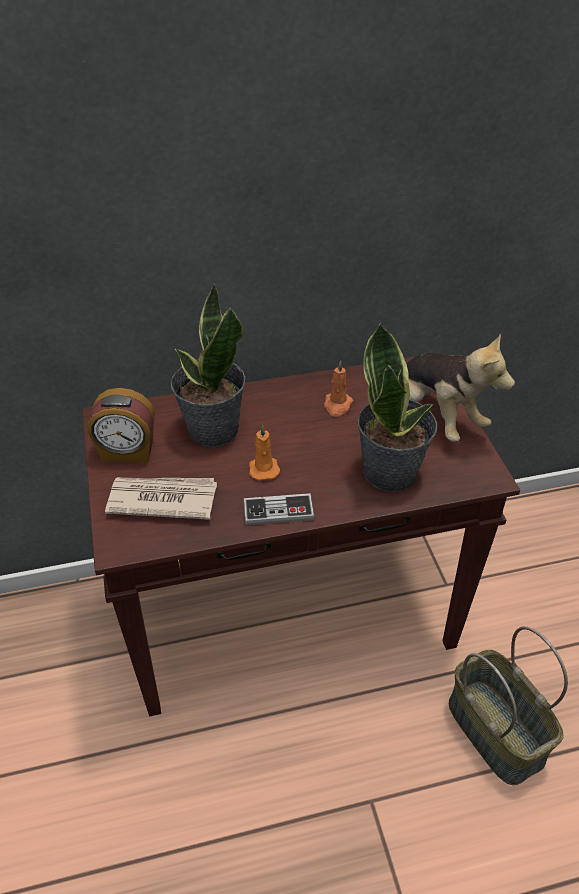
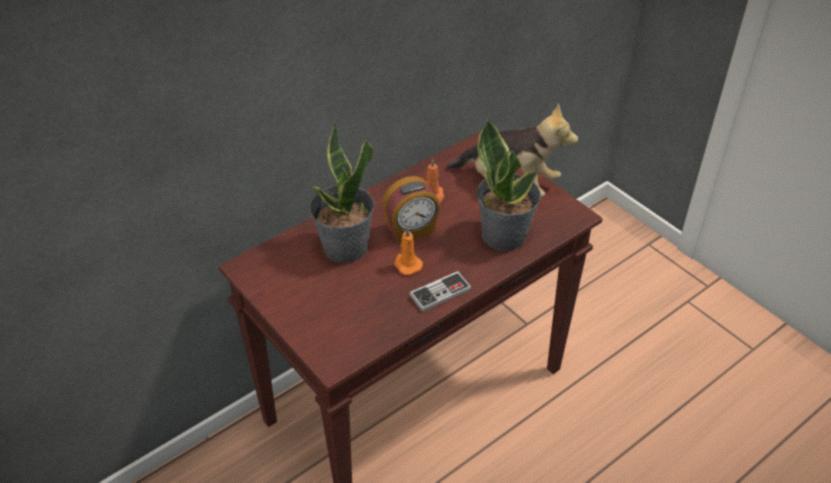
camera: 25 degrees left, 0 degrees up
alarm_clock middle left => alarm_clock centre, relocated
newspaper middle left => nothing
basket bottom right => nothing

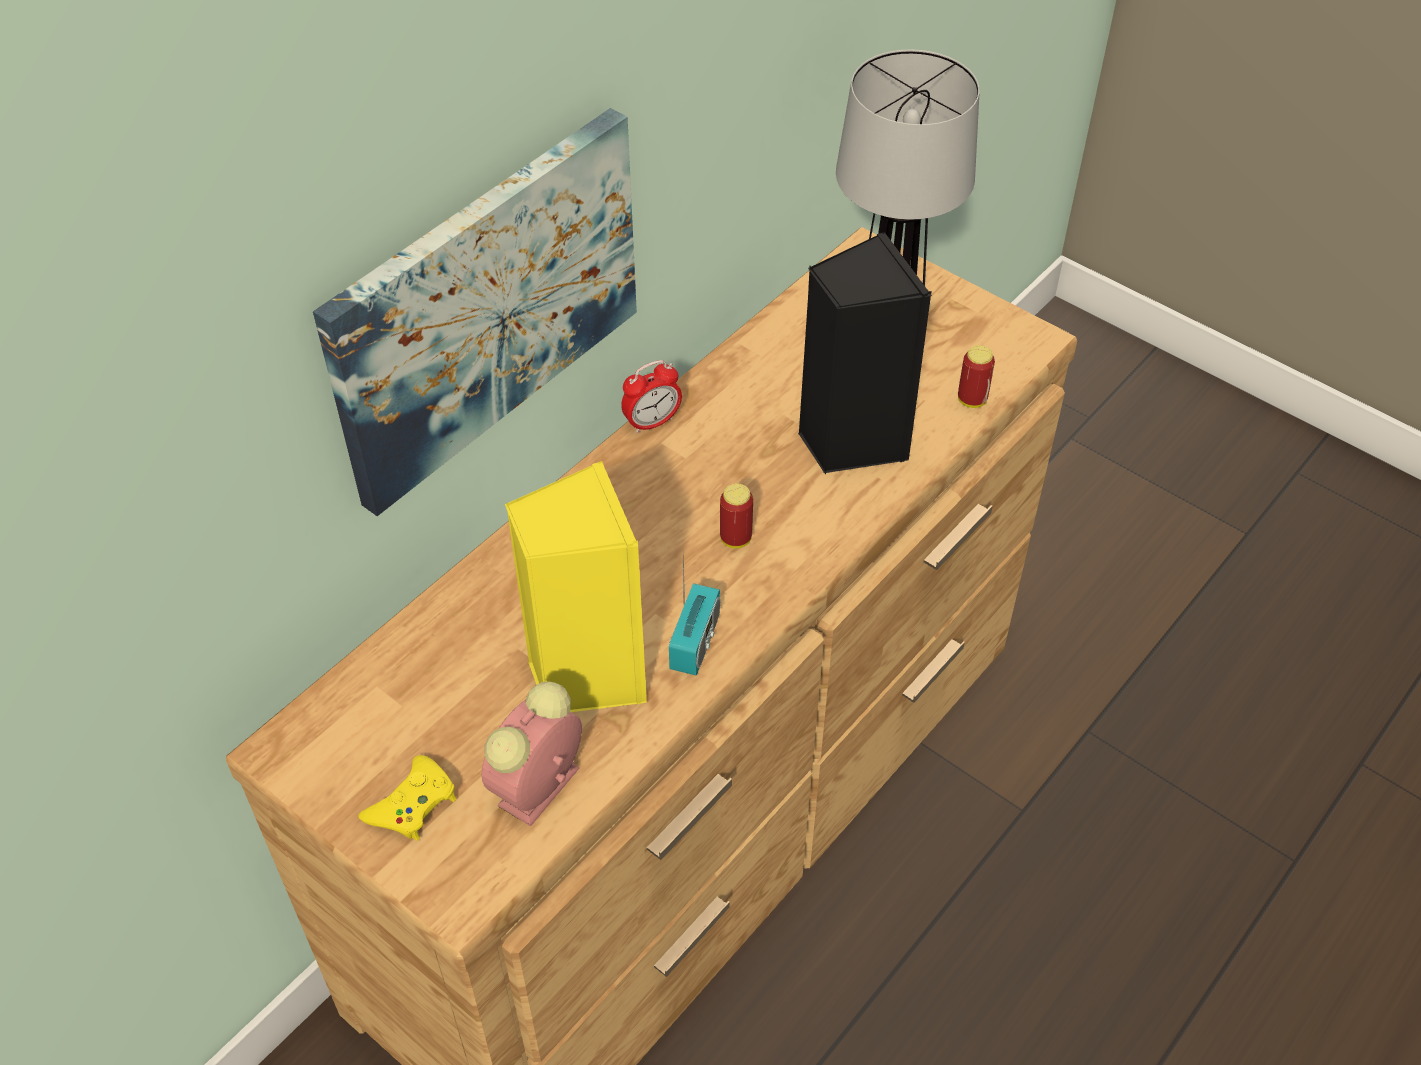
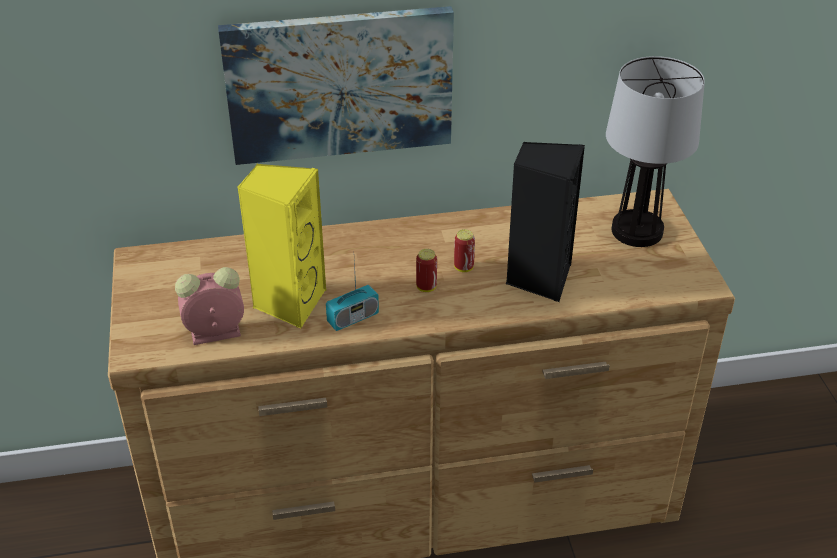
camera: 40 degrees right, 10 degrees down
can (no. 2 from left) middle right => can (no. 2 from left) centre, relocated
alarm_clock (no. 2 from left) centre => nothing
yellow_game_controller bottom left => nothing

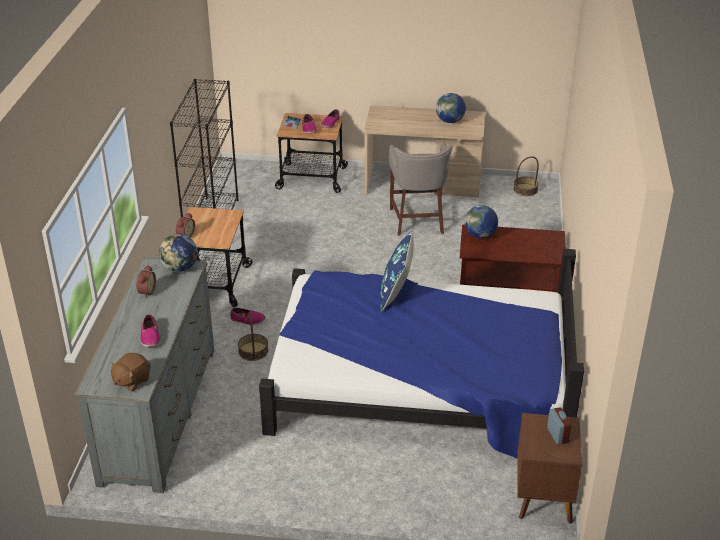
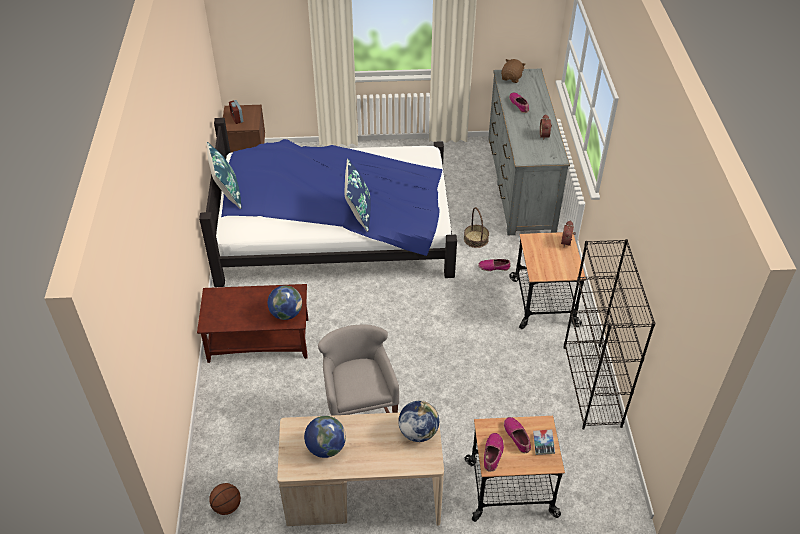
camera: 170 degrees right, 10 degrees up
basket (no. 2 from left) top right => basketball bottom left
globe (no. 1 from left in the first image) middle left => globe (no. 3 from left) bottom centre, relocated
nothing => blue_pillow (no. 1 from left) top left

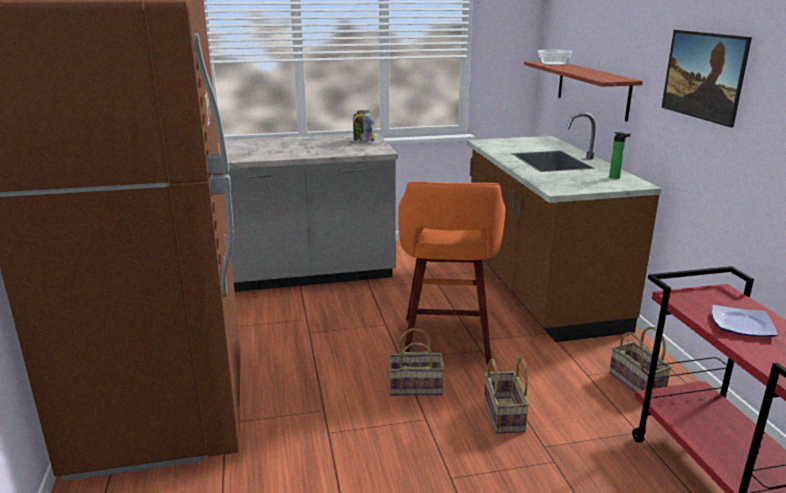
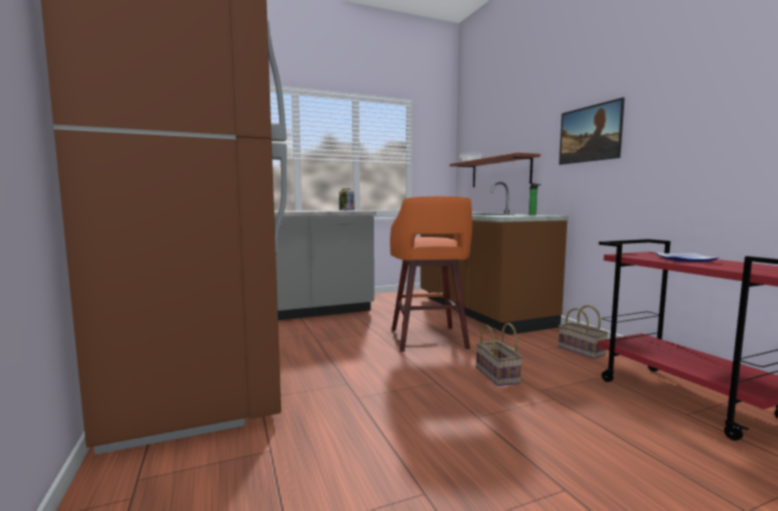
camera: 10 degrees left, 15 degrees down
basket (no. 1 from left) bottom centre => nothing

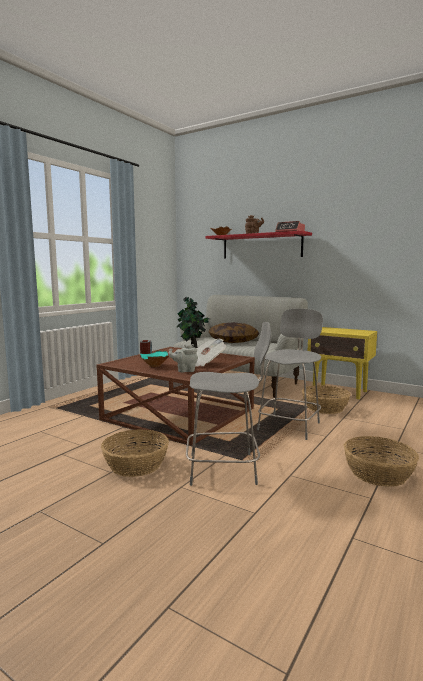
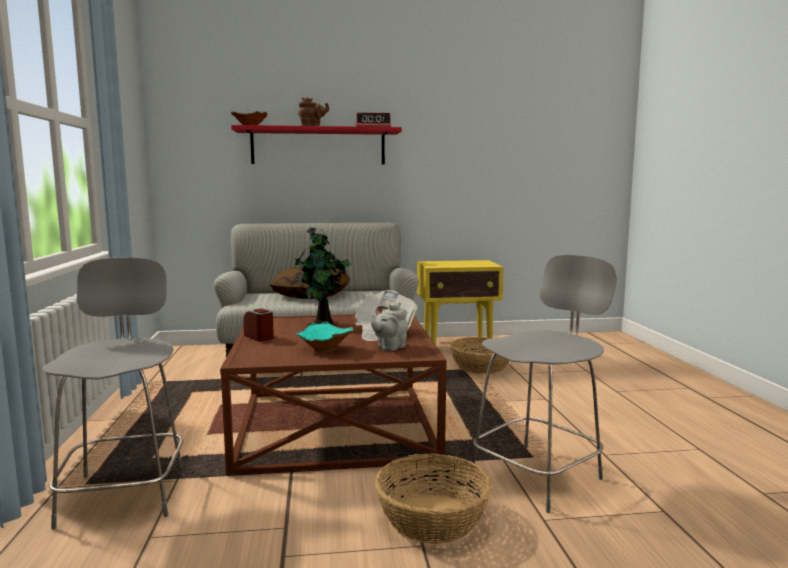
camera: 40 degrees left, 0 degrees up
grey_stool (no. 2 from left in the first image) middle right => grey_stool (no. 1 from left) bottom left, relocated
basket (no. 3 from left) bottom right => nothing

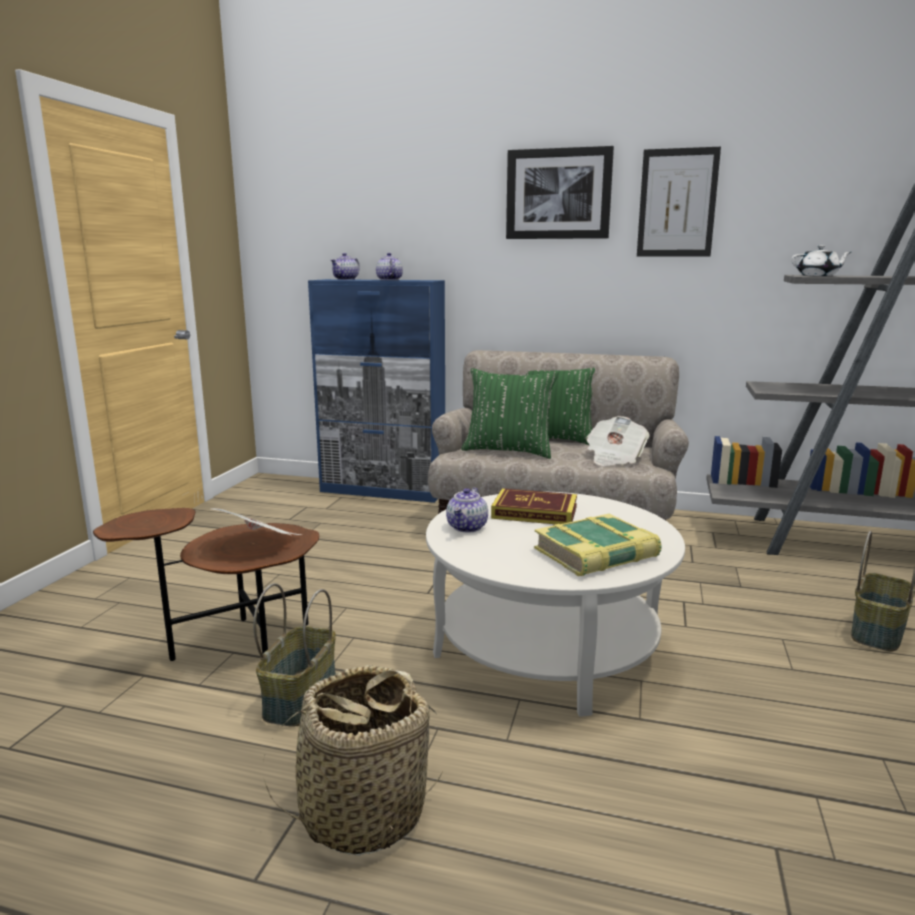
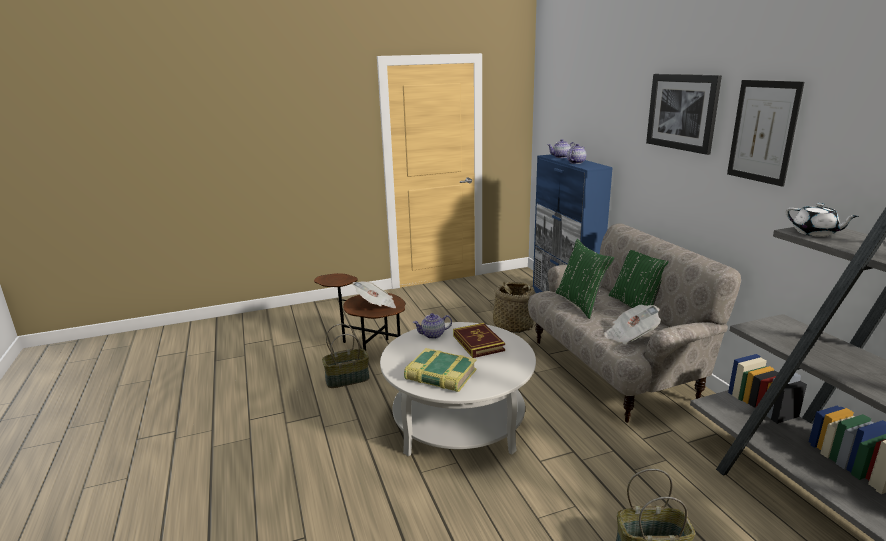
camera: 55 degrees right, 5 degrees up
basket (no. 2 from left) bottom centre => basket (no. 2 from left) centre, relocated

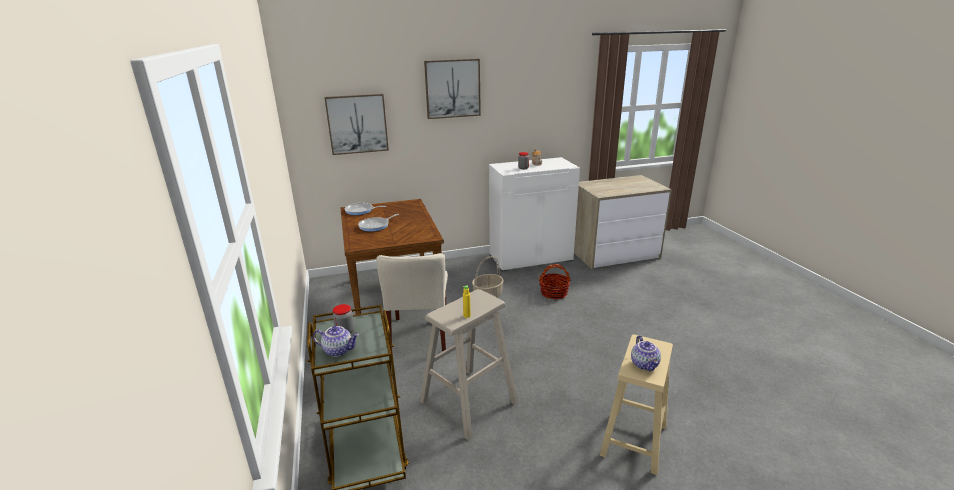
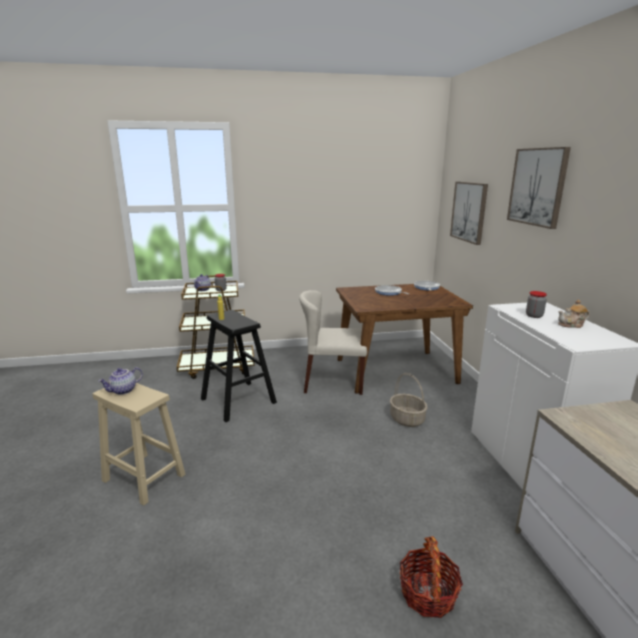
camera: 95 degrees right, 5 degrees down
basket (no. 2 from left) centre => basket (no. 2 from left) bottom right, relocated
beige_stool (no. 1 from left) bottom centre => black_stool centre
teapot (no. 3 from left in the first image) bottom right => teapot (no. 1 from left) middle left, 45 degrees counterclockwise

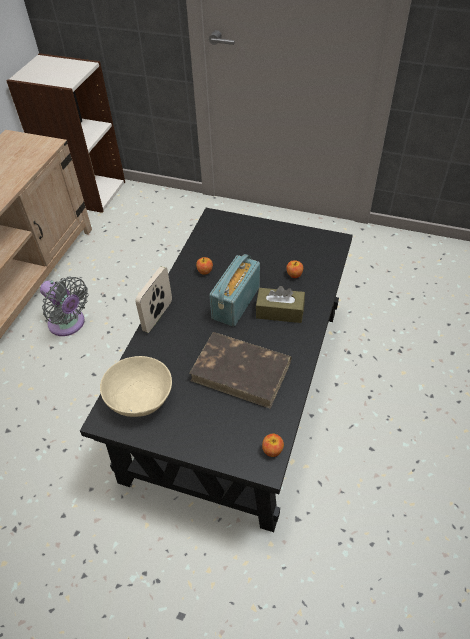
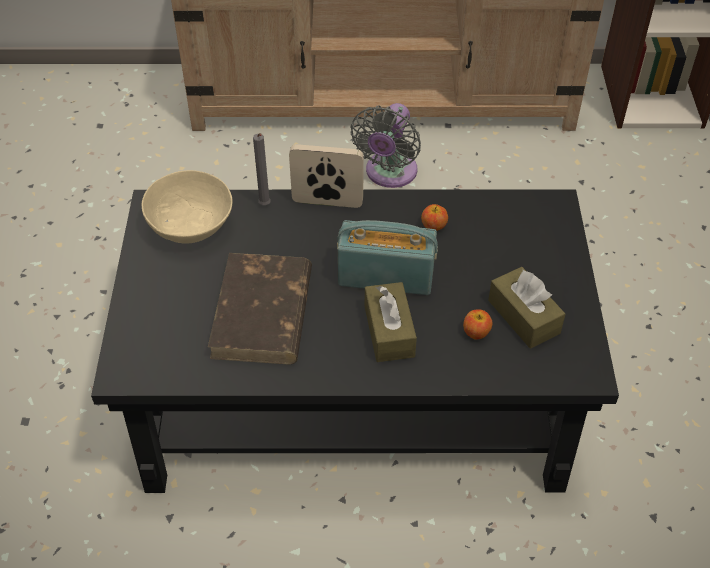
camera: 70 degrees right, 0 degrees up
apple (no. 2 from left) bottom centre => nothing
nothing => grey_candle top centre
nothing => brown_tissue_box (no. 2 from left) middle right

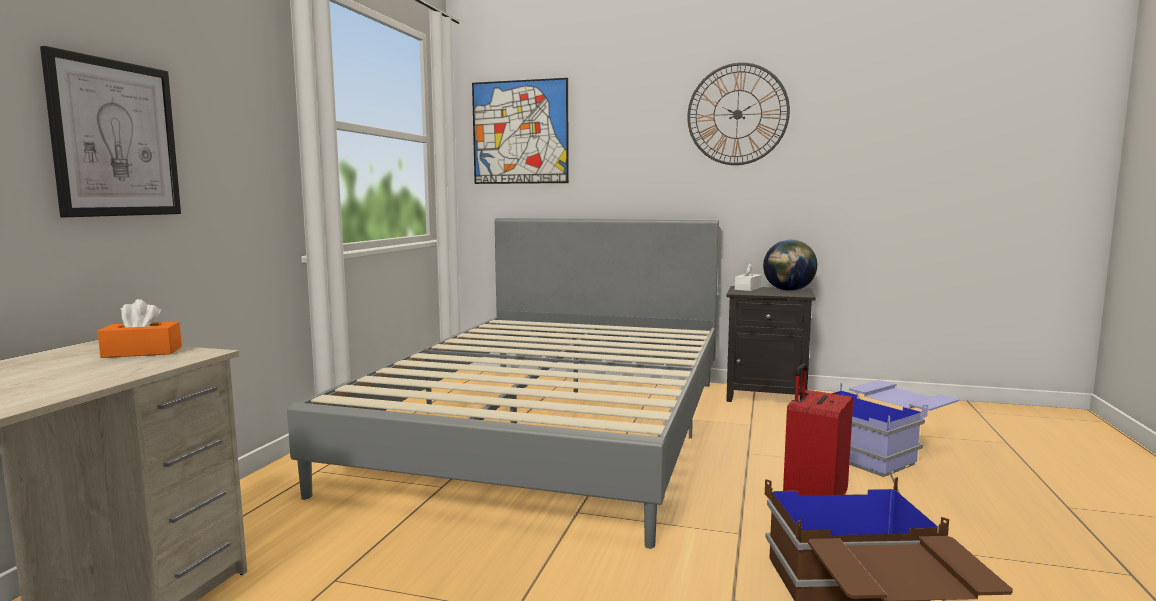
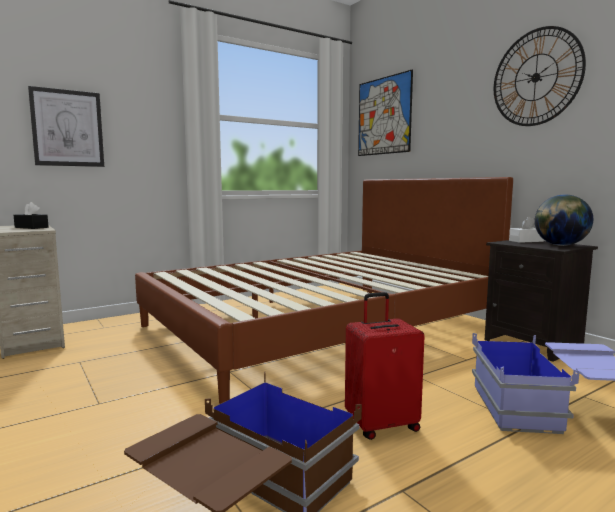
camera: 40 degrees right, 0 degrees up
grey_bed centre => brown_bed centre
orange_tissue_box middle left => black_tissue_box middle left

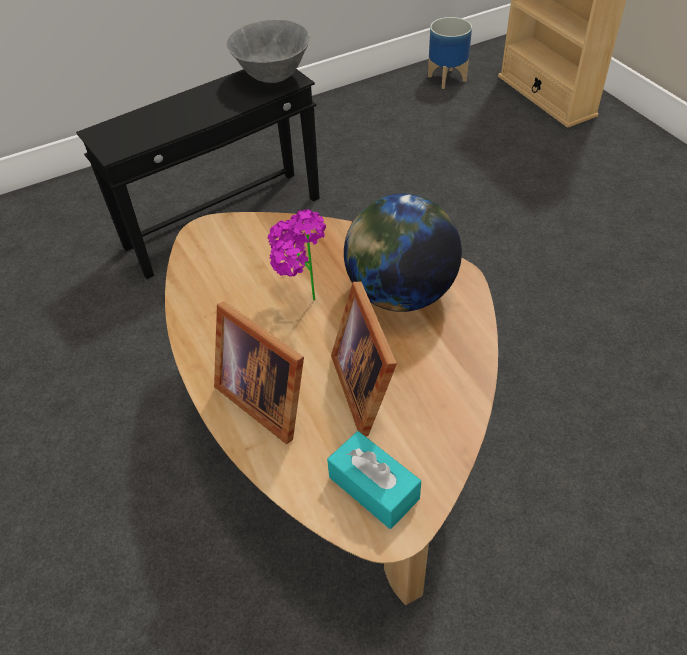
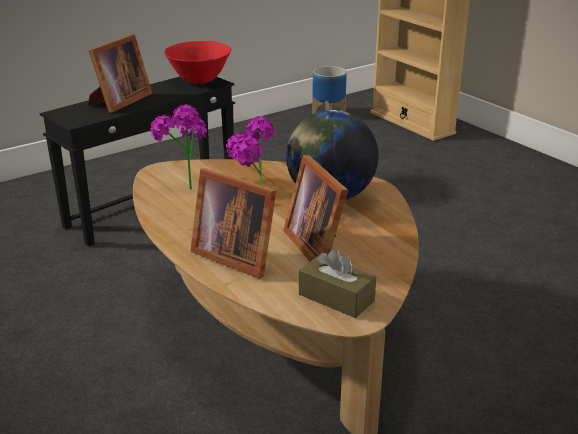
camera: 10 degrees left, 20 degrees down
grey_bowl top centre => red_bowl top centre
turquoise_tissue_box bottom centre => brown_tissue_box centre
nothing => picture_frame (no. 1 from left) top left
nothing => potted_plant (no. 1 from left) middle left

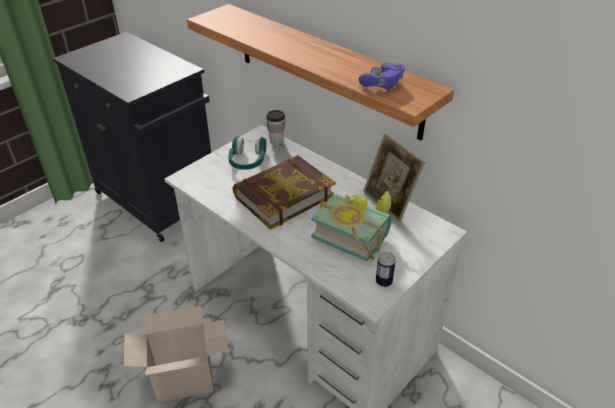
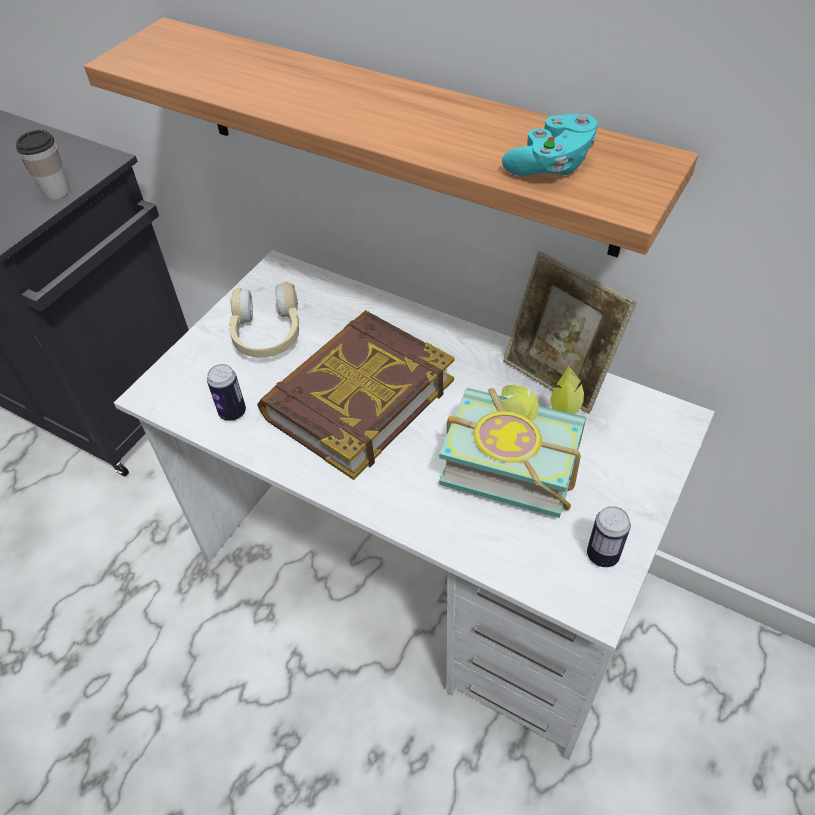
camera: 10 degrees left, 10 degrees up
purple_game_controller top centre => turquoise_game_controller top right
cup top centre => cup top left, relocated
turquoise_headphones centre => beige_headphones middle left
cardboard_box bottom left => nothing
nothing => can (no. 1 from left) middle left

